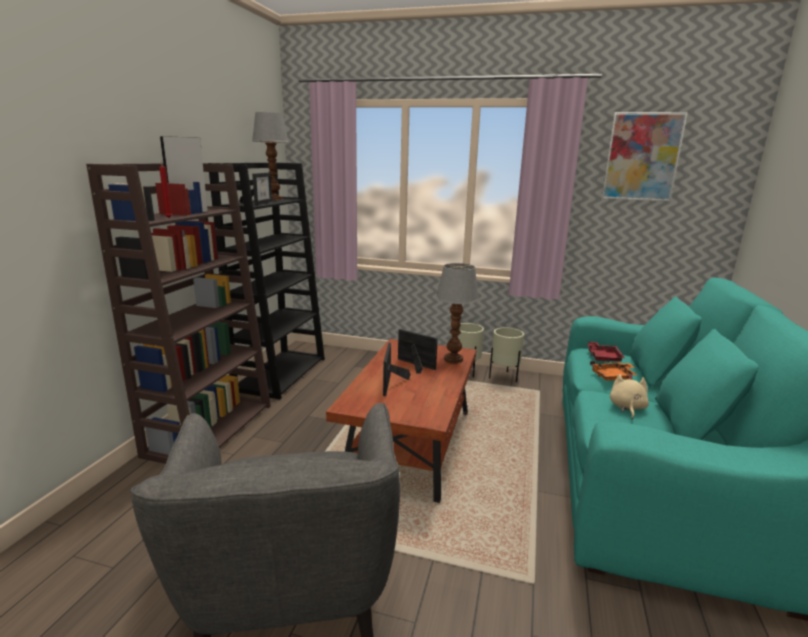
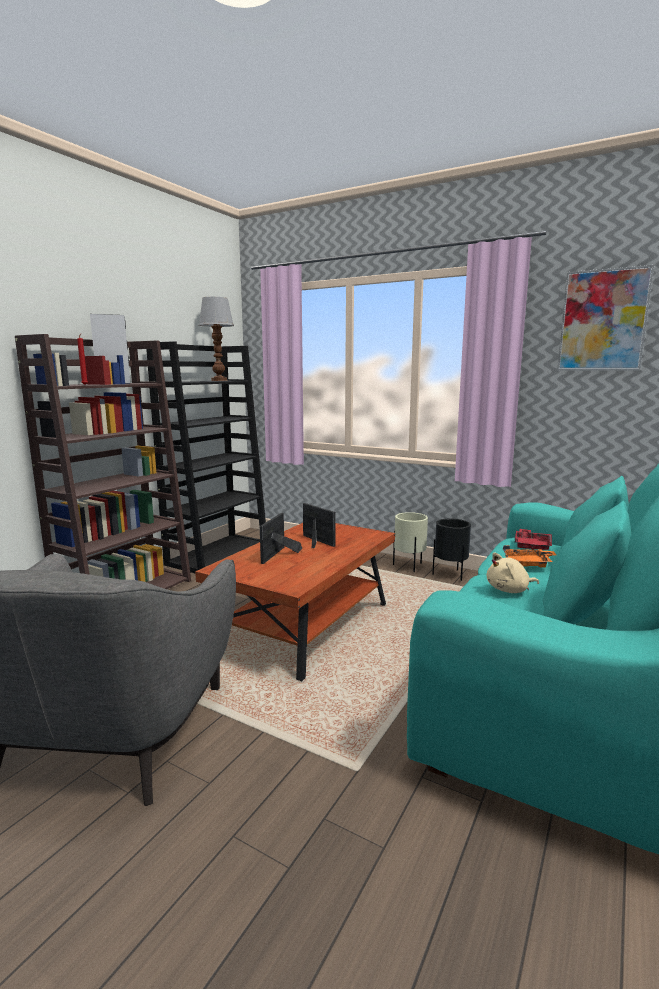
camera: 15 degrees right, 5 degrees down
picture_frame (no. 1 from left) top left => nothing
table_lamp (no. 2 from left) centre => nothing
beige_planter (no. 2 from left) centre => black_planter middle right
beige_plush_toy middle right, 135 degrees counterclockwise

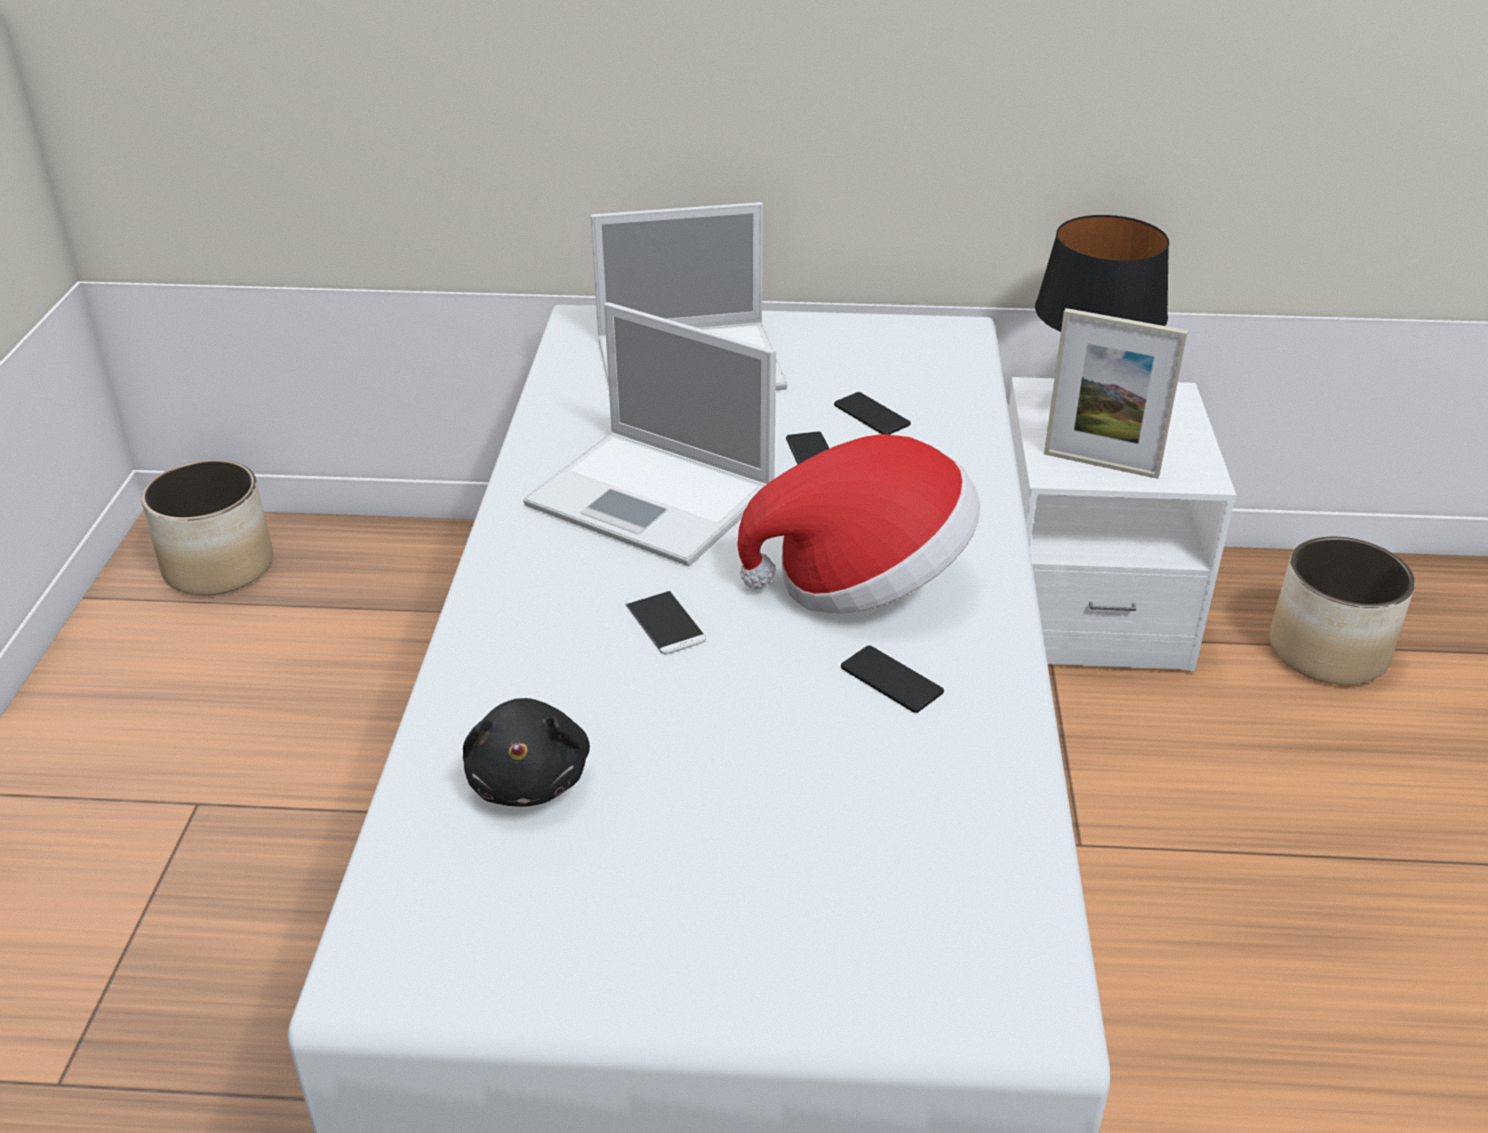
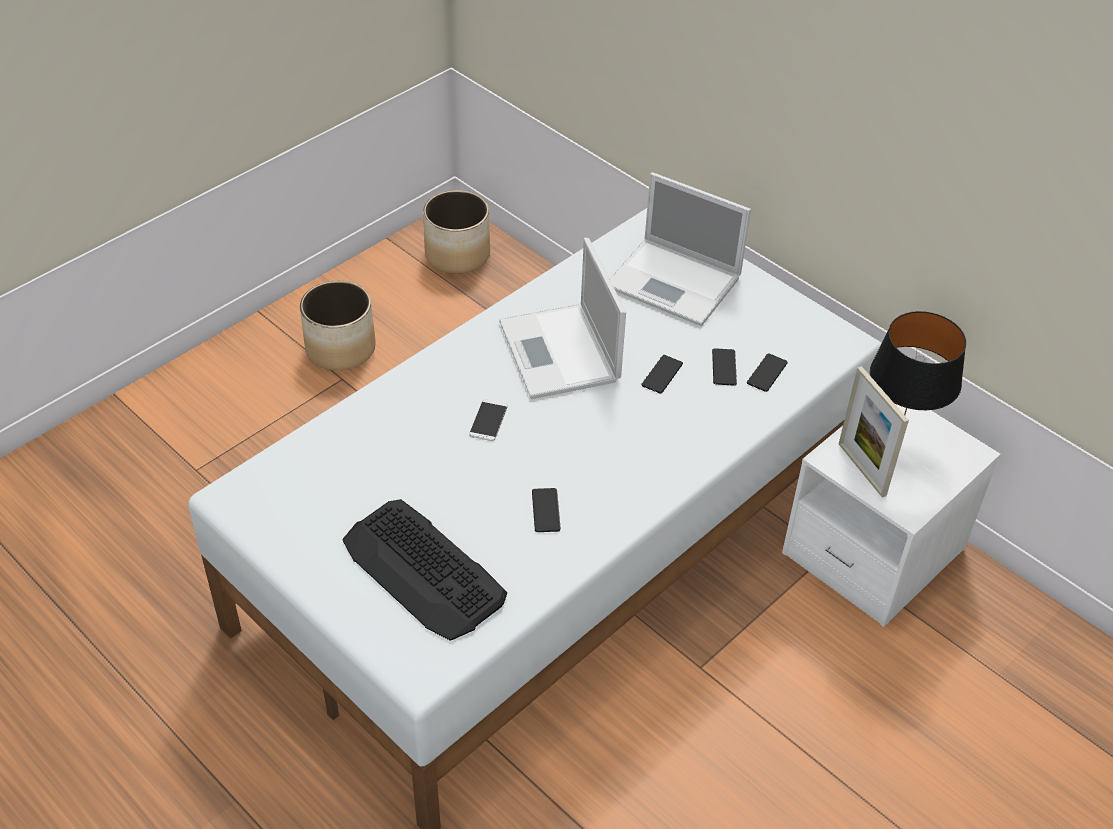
camera: 40 degrees right, 10 degrees up
hat centre => nothing
planter (no. 2 from left in the first image) middle right => planter (no. 1 from left) middle left, relocated
black_plush_toy centre => nothing
nothing => phone (no. 5 from left) middle right
nothing => keyboard bottom centre

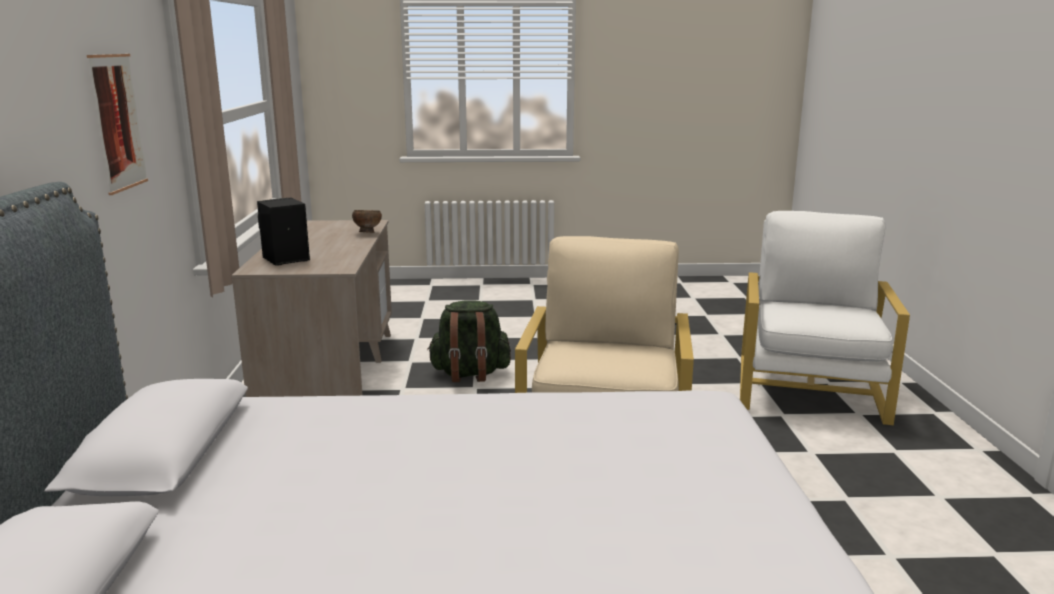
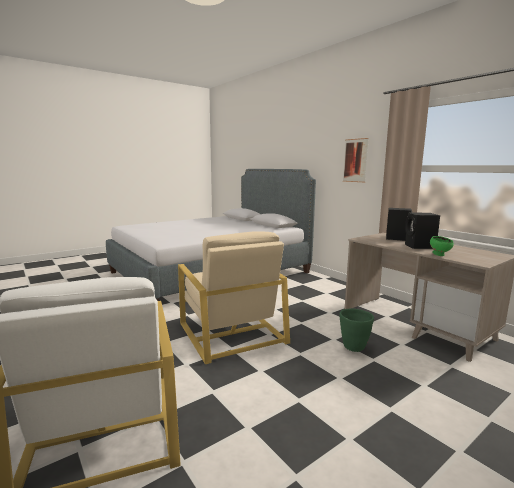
camera: 145 degrees right, 5 degrees down
brown_bowl centre => green_bowl middle right
green_backpack centre => green_planter bottom right
nothing => black_speaker (no. 2 from left) middle right

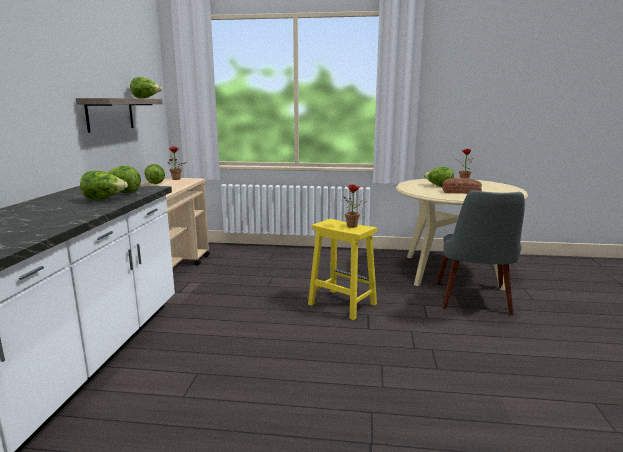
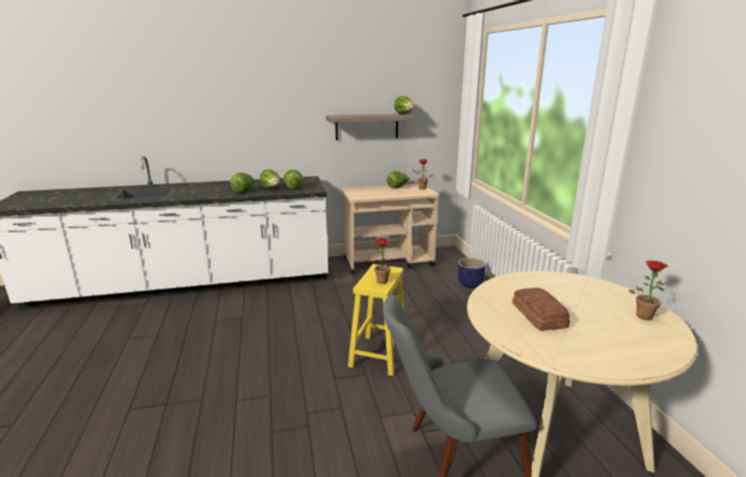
camera: 70 degrees right, 5 degrees up
lettuce (no. 5 from left in the first image) middle right => lettuce (no. 1 from left) middle left, relocated
nothing => planter centre

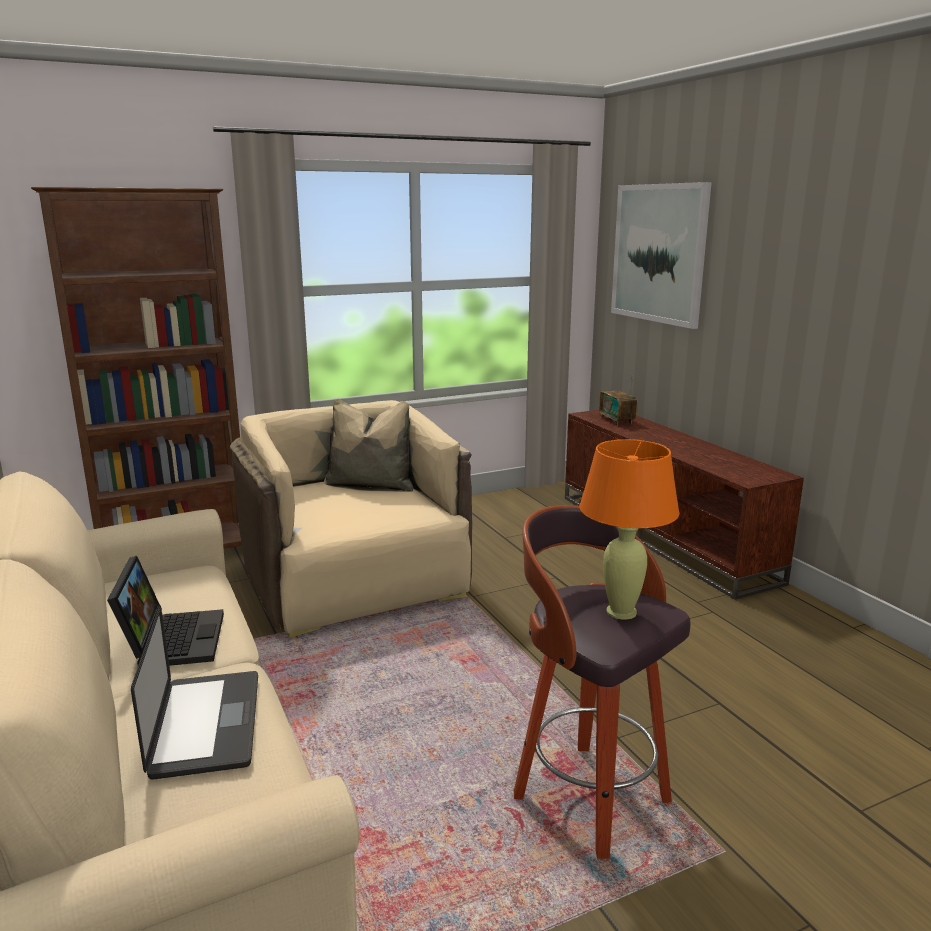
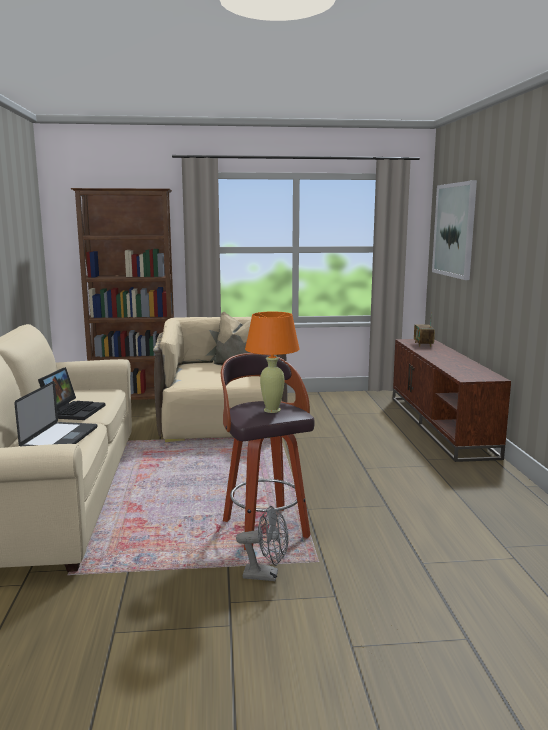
camera: 20 degrees right, 5 degrees down
nothing => grey_fan bottom centre

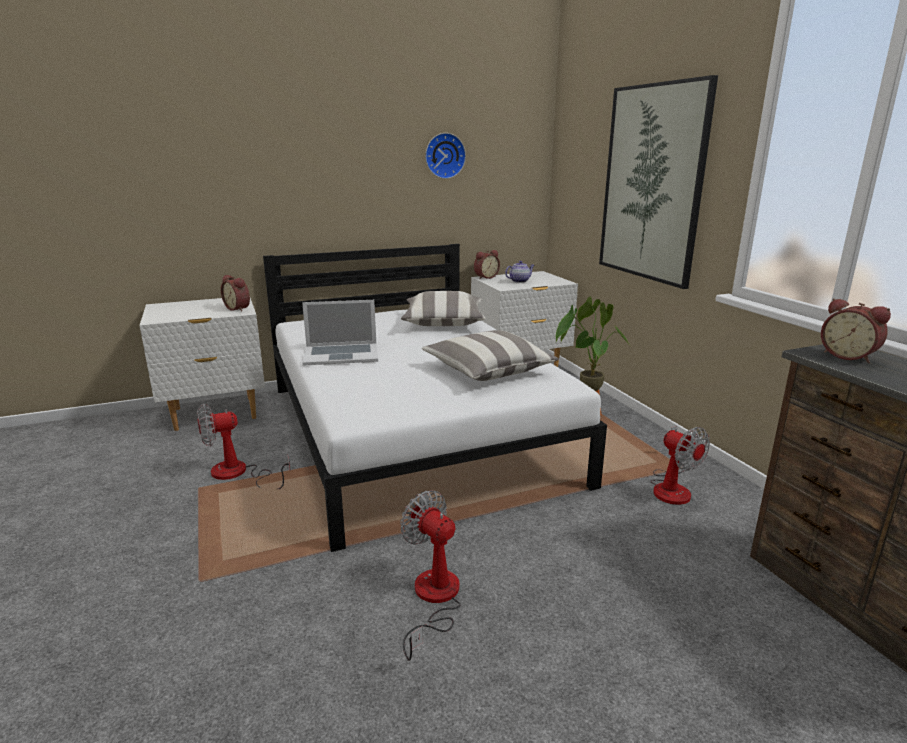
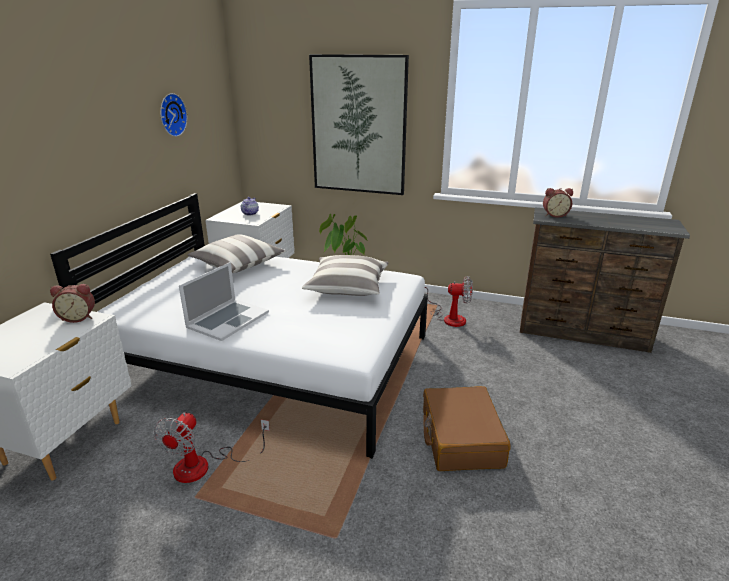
camera: 50 degrees left, 5 degrees up
alarm_clock (no. 2 from left) centre => nothing
fan (no. 2 from left) bottom centre => brown_suitcase bottom centre

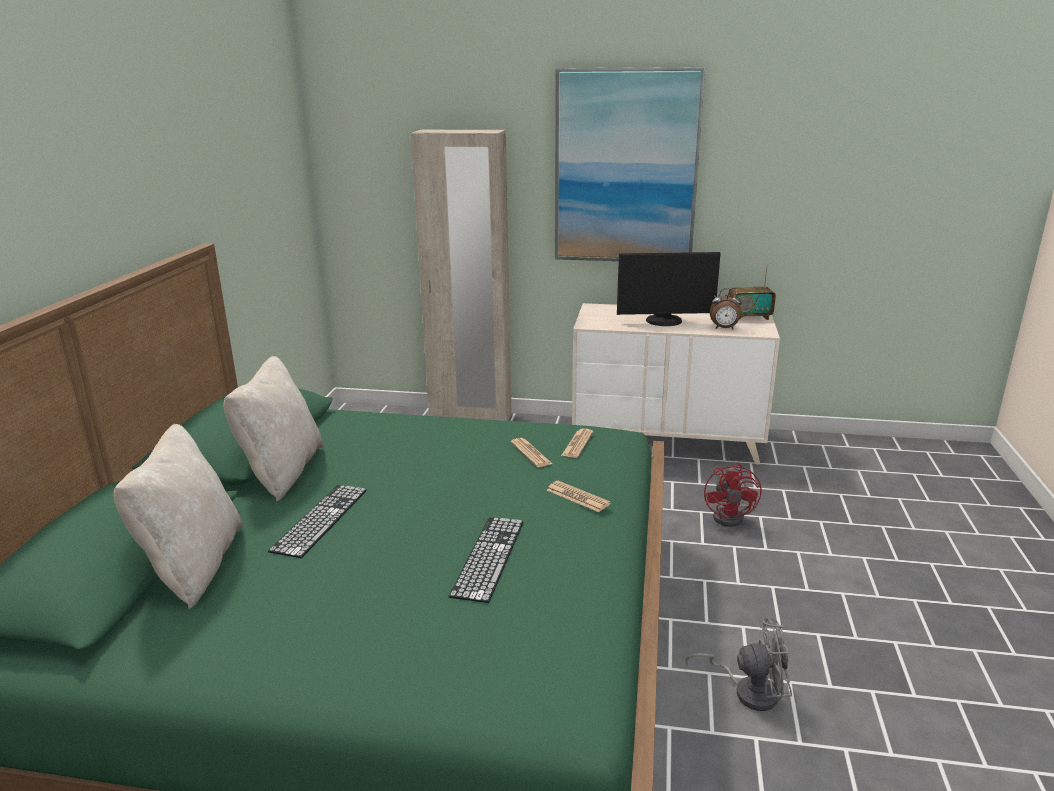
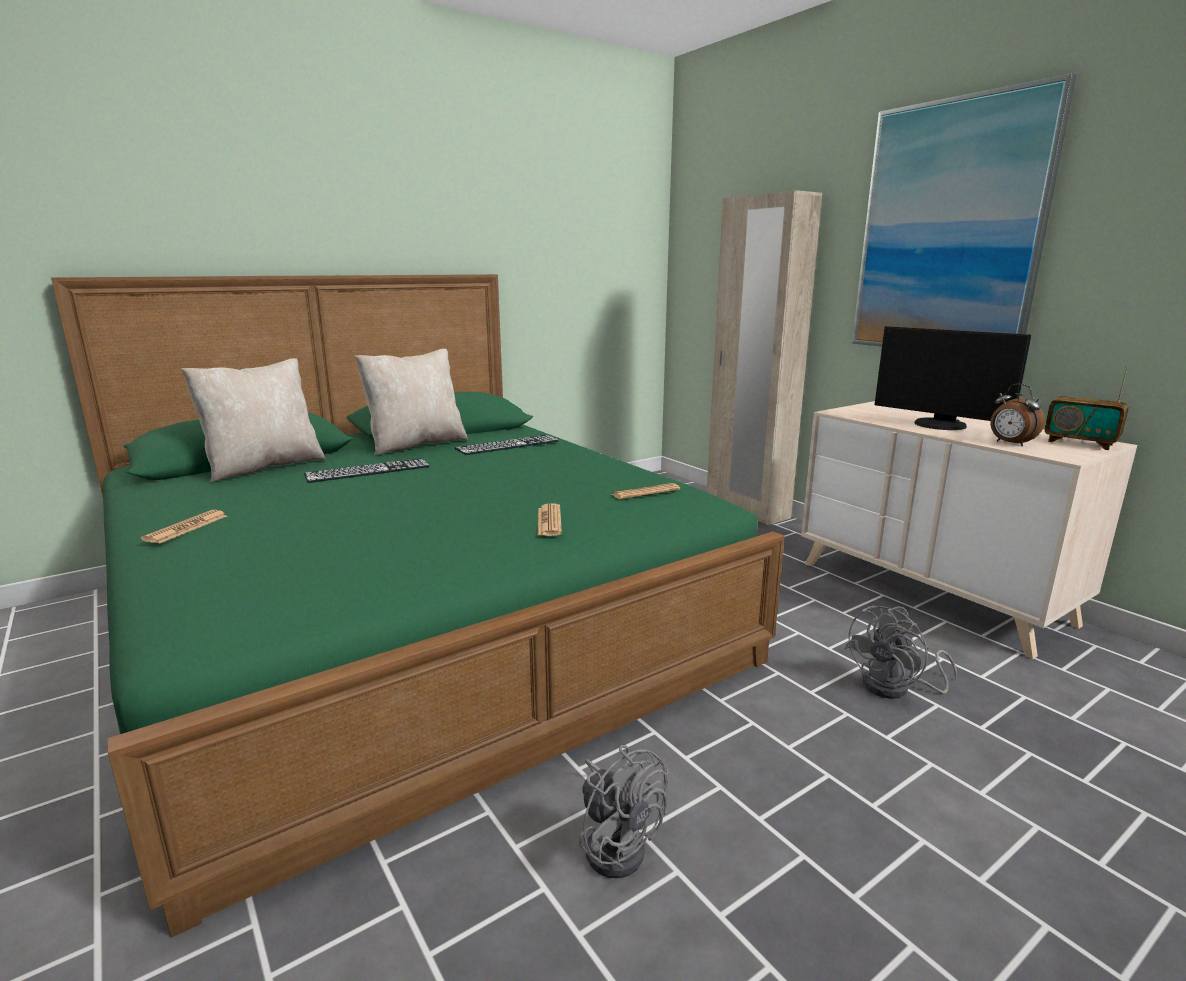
camera: 45 degrees right, 5 degrees down
newspaper (no. 1 from left) centre => newspaper (no. 1 from left) middle left, relocated
red_fan middle right => grey_fan (no. 2 from left) middle right
keyboard (no. 2 from left) bottom centre => keyboard (no. 2 from left) centre, relocated

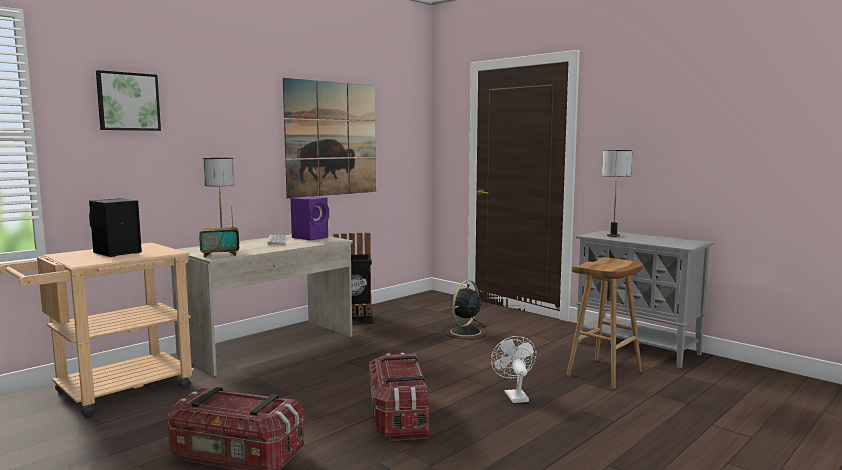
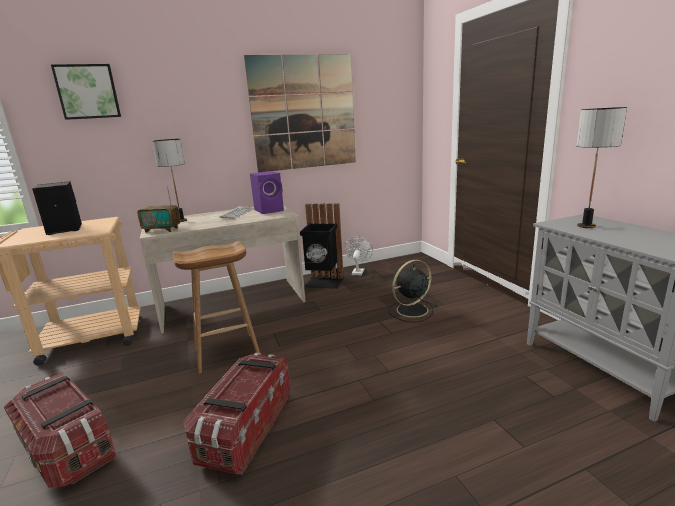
camera: 25 degrees right, 10 degrees up
brown_stool bottom right => brown_stool middle left, relocated
white_fan bottom centre => white_fan centre, relocated

